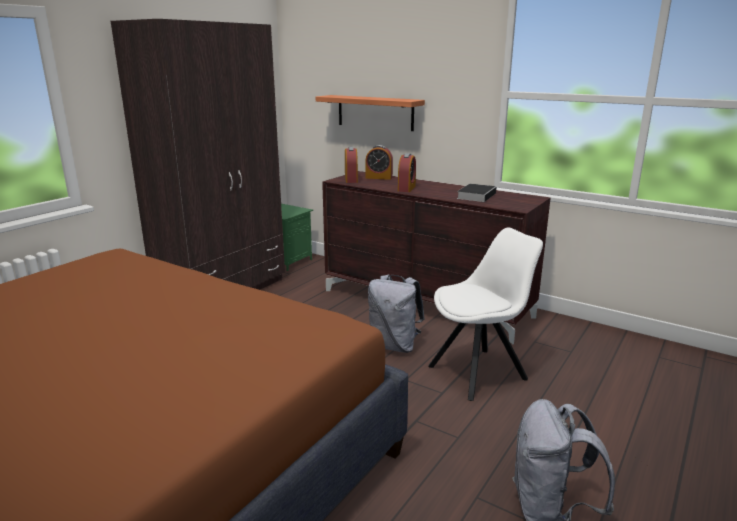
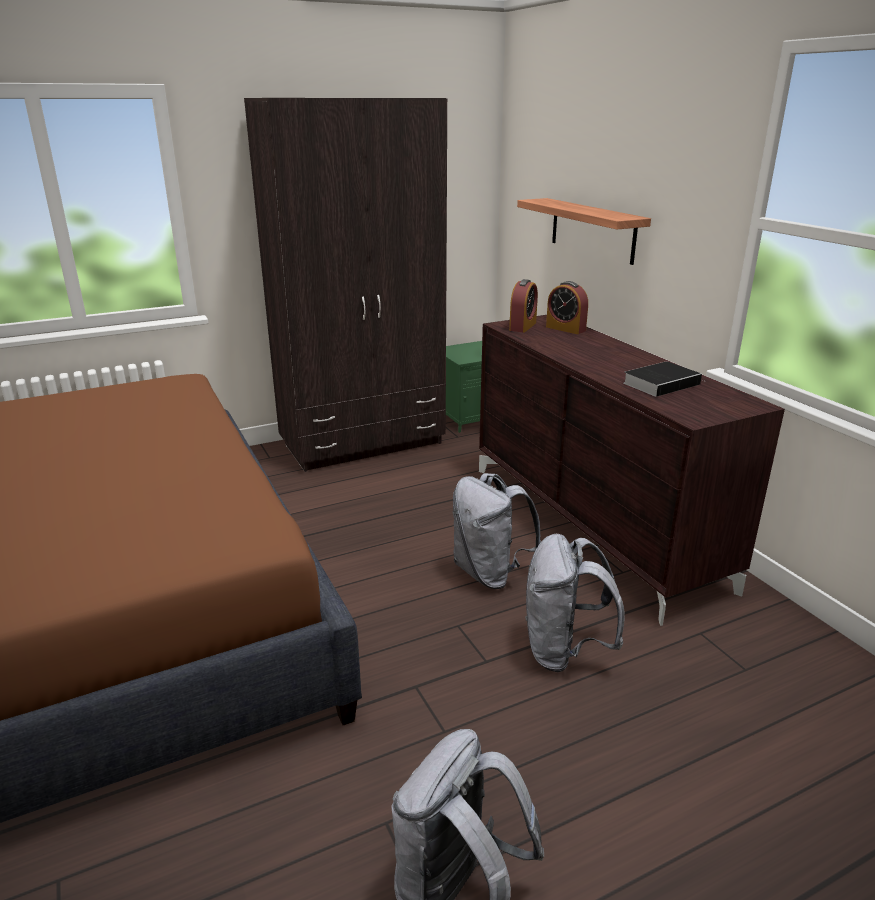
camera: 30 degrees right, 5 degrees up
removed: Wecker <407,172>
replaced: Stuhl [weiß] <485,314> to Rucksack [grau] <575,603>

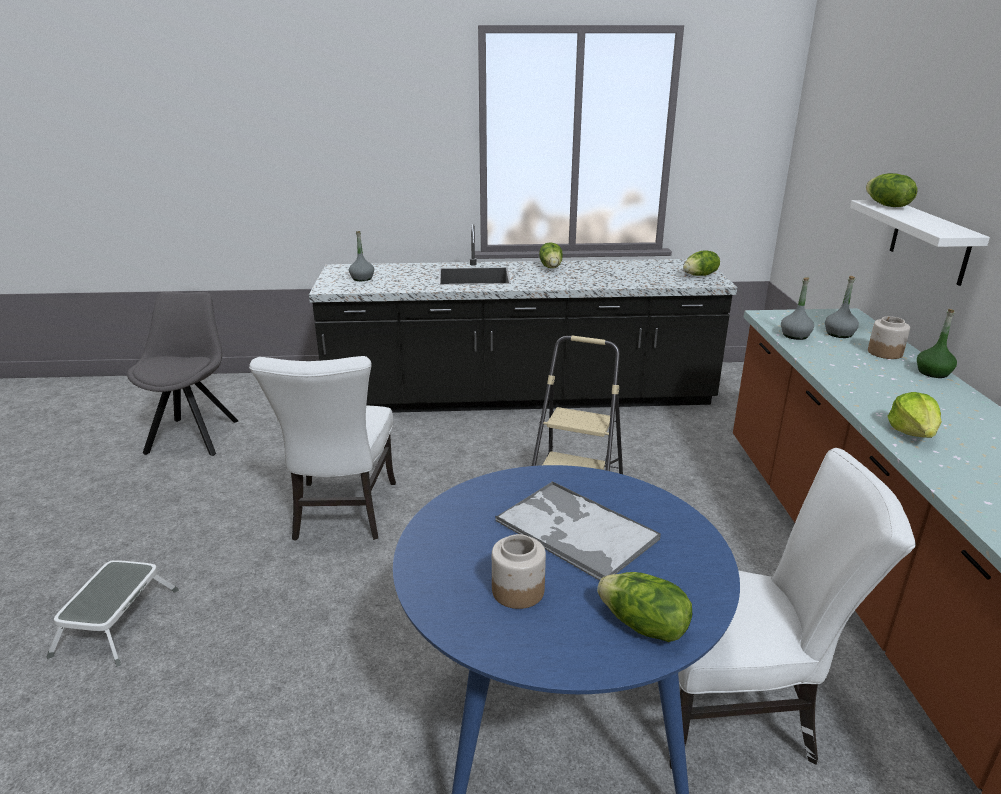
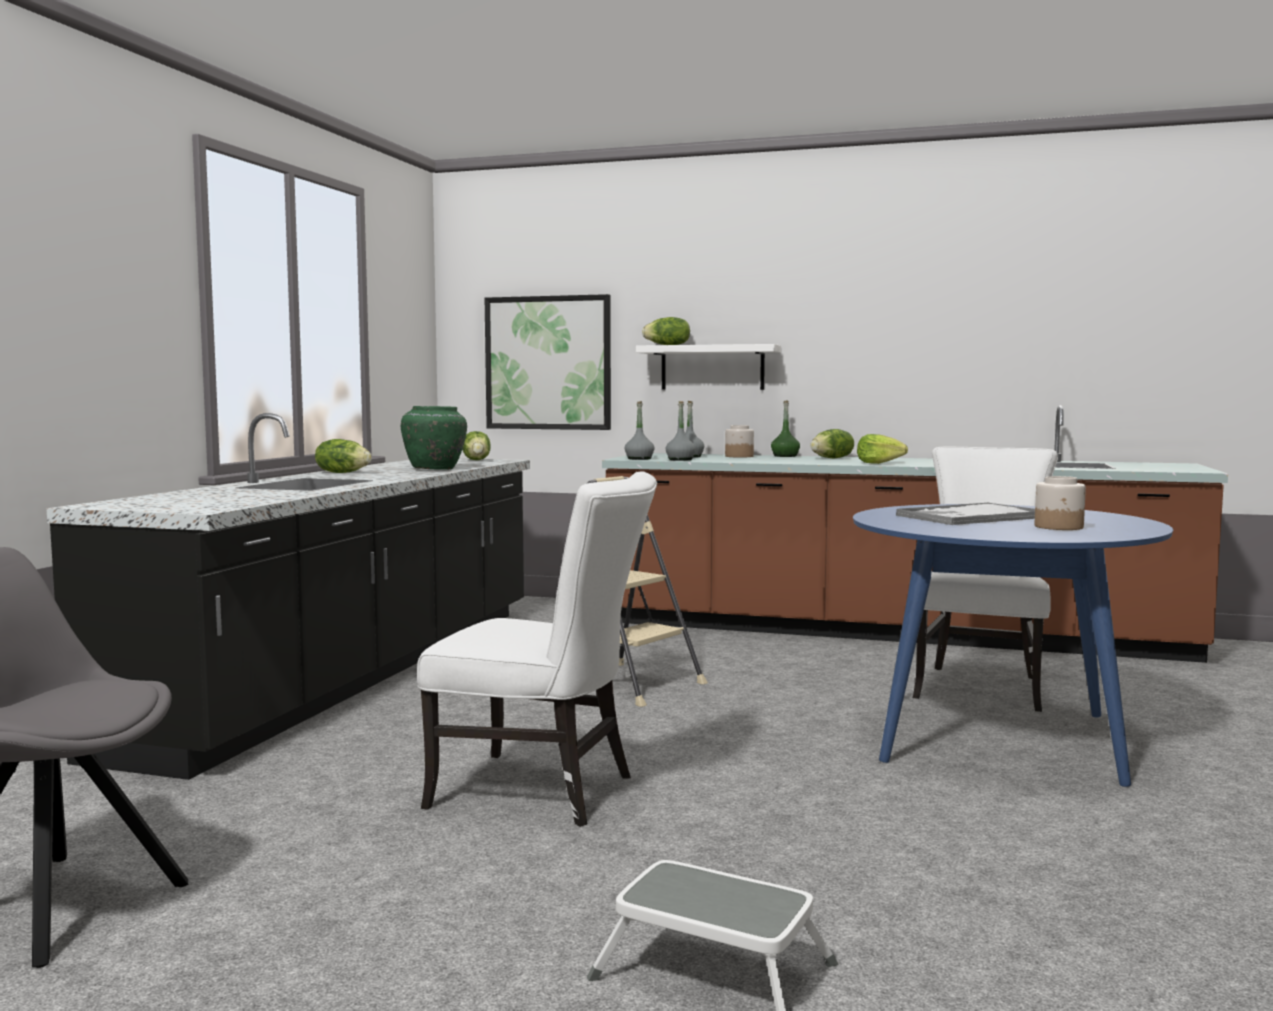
camera: 70 degrees left, 20 degrees down
added: Vase [grün] <434,438>; Bild <548,362>
moved: Flasche [grau] <361,256> to <640,430>; Salatkopf <644,607> to <832,443>

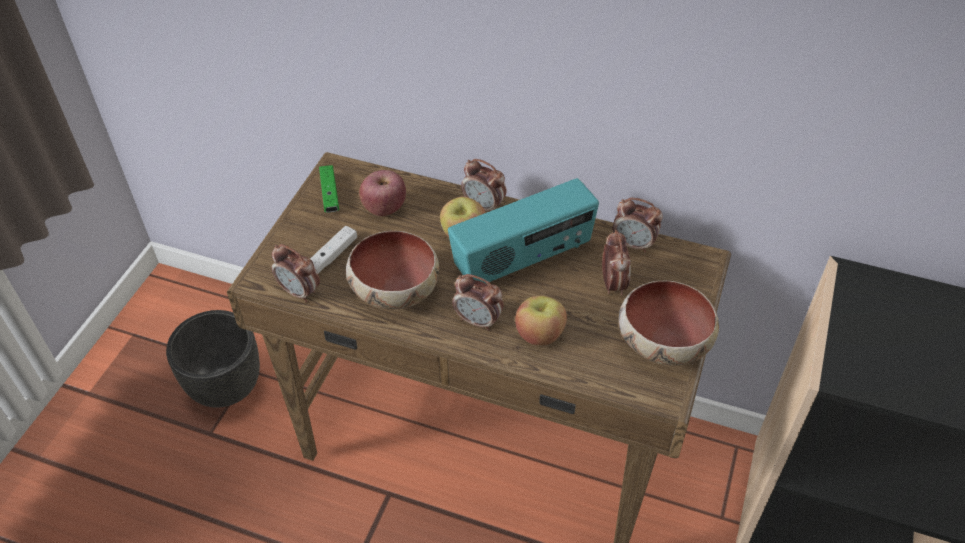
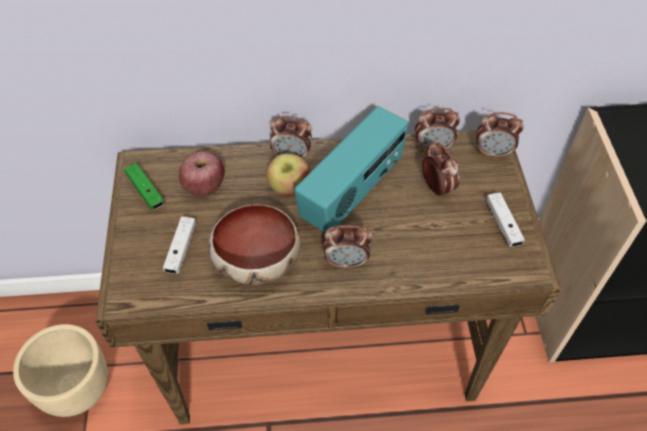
camera: 25 degrees left, 5 degrees up
removed: Apfel <541,321>
moved: Wecker <296,273> to <500,135>
replaced: Schüssel <669,323> to Gamepad [weiß] <505,219>
recoloured: Pflanzkübel [schwarz] <213,359> to Pflanzkübel [beige] <60,370>

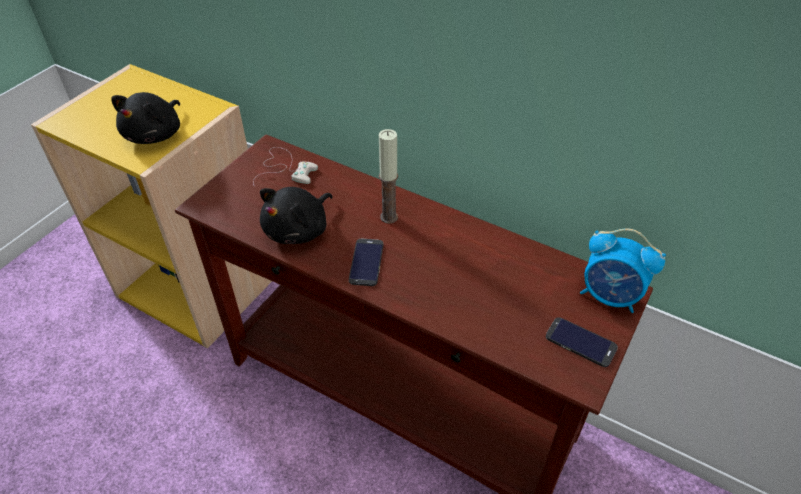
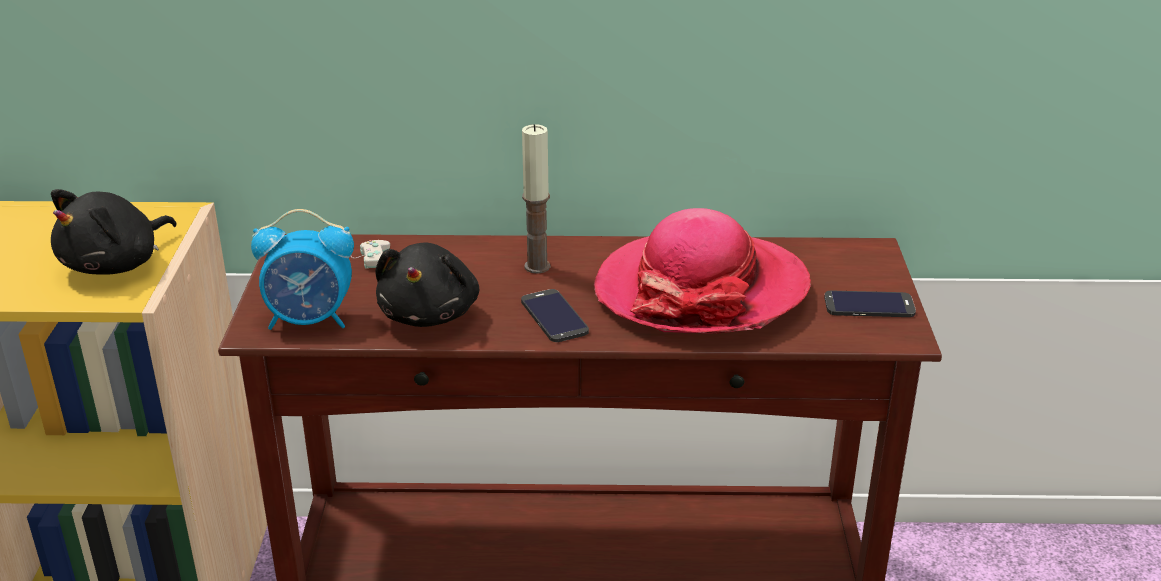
camera: 30 degrees left, 15 degrees down
added: Hut <702,271>
moved: Wecker <623,270> to <302,269>
turned: Plüschtier [schwarz] <145,118> = <113,232> 45 degrees clockwise

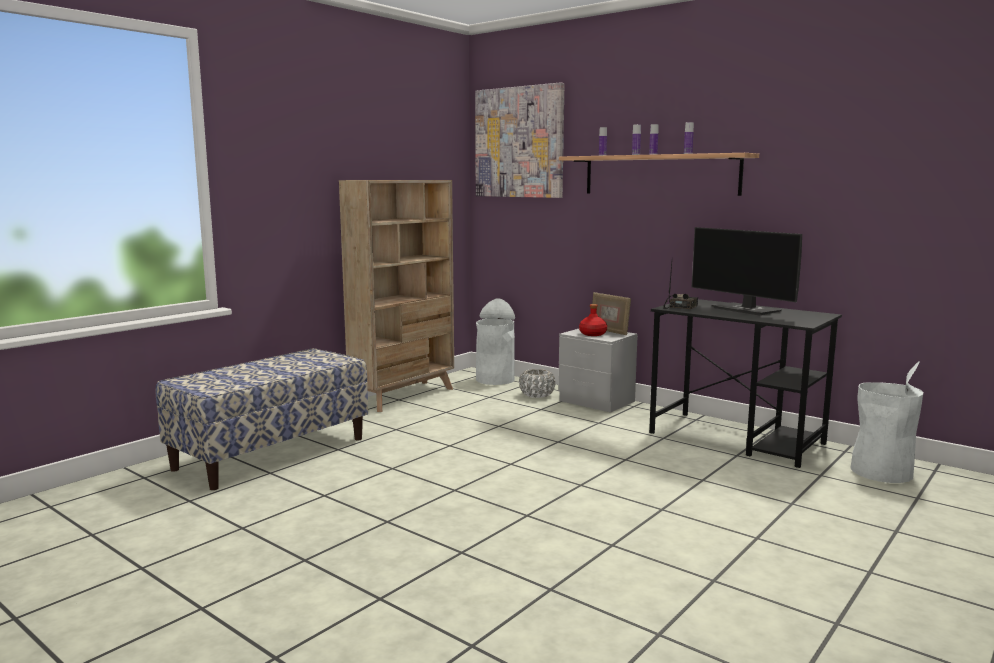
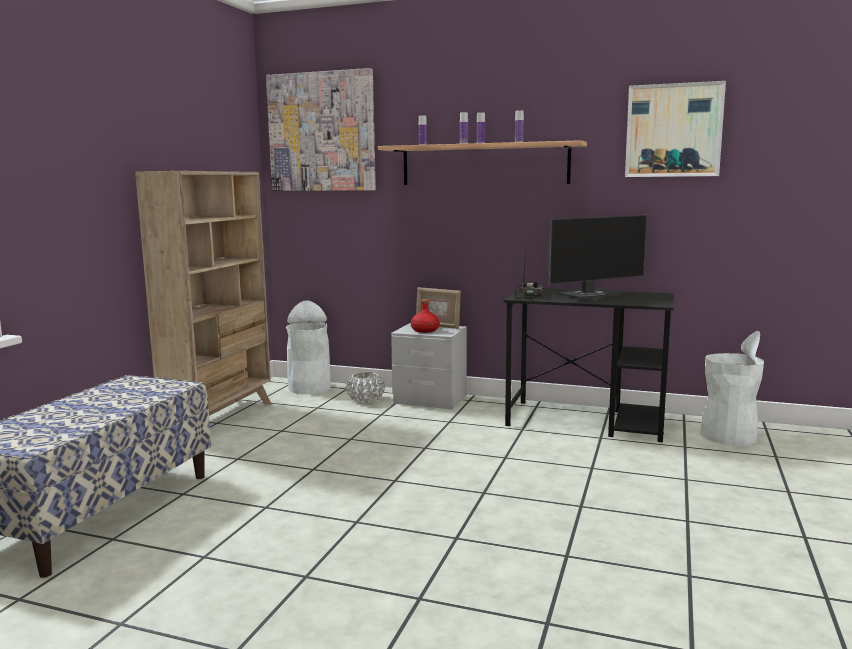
camera: 20 degrees left, 0 degrees up
added: Bild <675,129>
turned: Monitor <747,271> = <597,257> 60 degrees counterclockwise

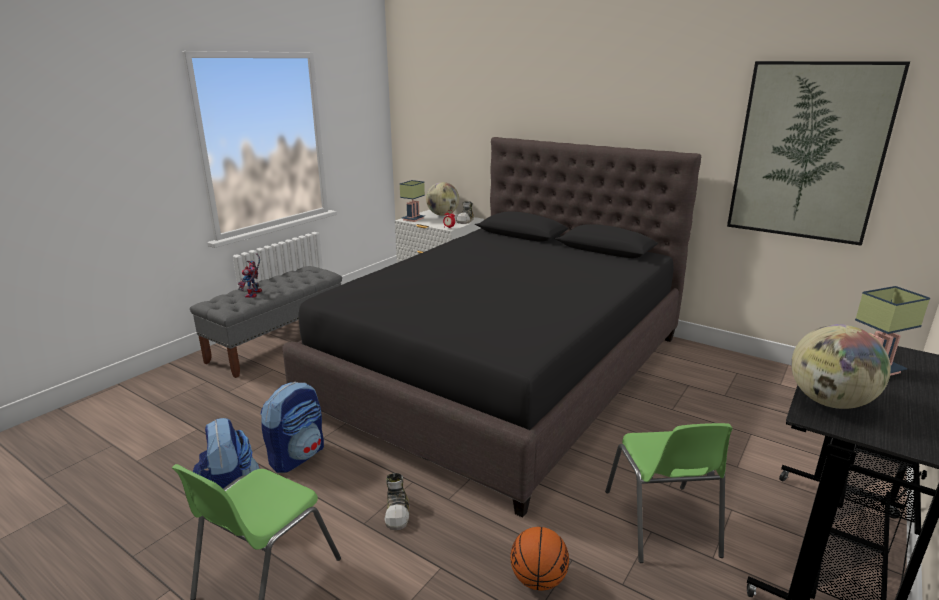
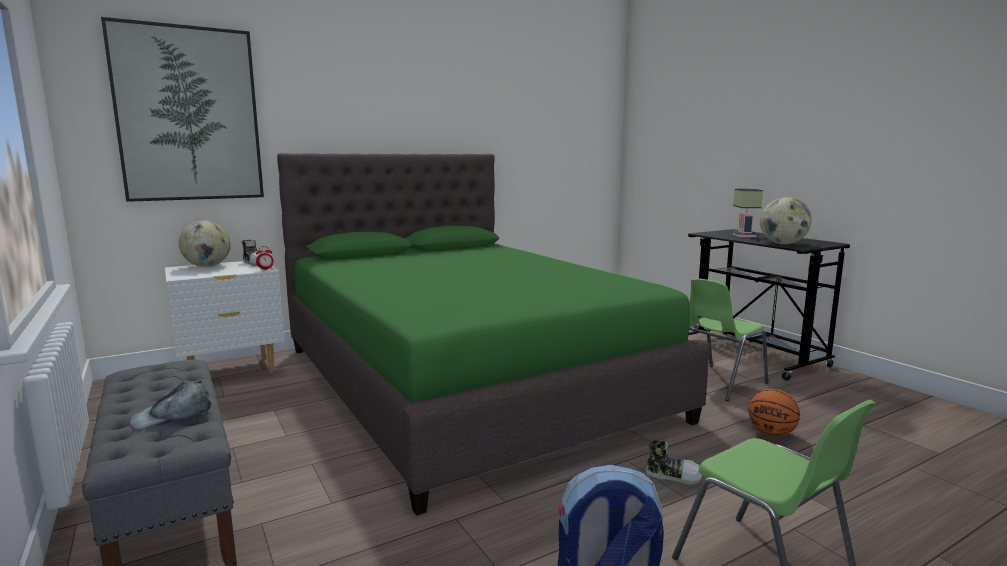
camera: 65 degrees left, 10 degrees down
removed: Rucksack <292,427>; Tischlampe <412,201>
moved: Bild <818,153> to <182,109>
replaced: Spielzeugroboter <250,275> to Kappe [grau] <170,405>
recoloured: Bett [schwarz] <491,327> to Bett [grün] <493,334>
turned: Stuhl [grün] <669,493> = <728,339> 120 degrees clockwise

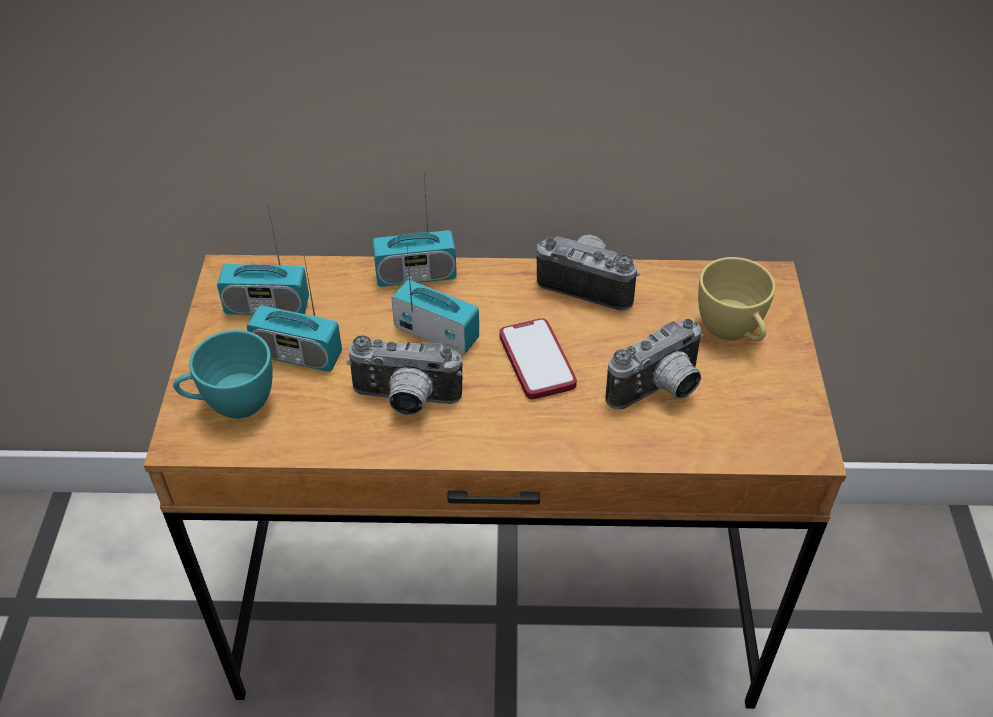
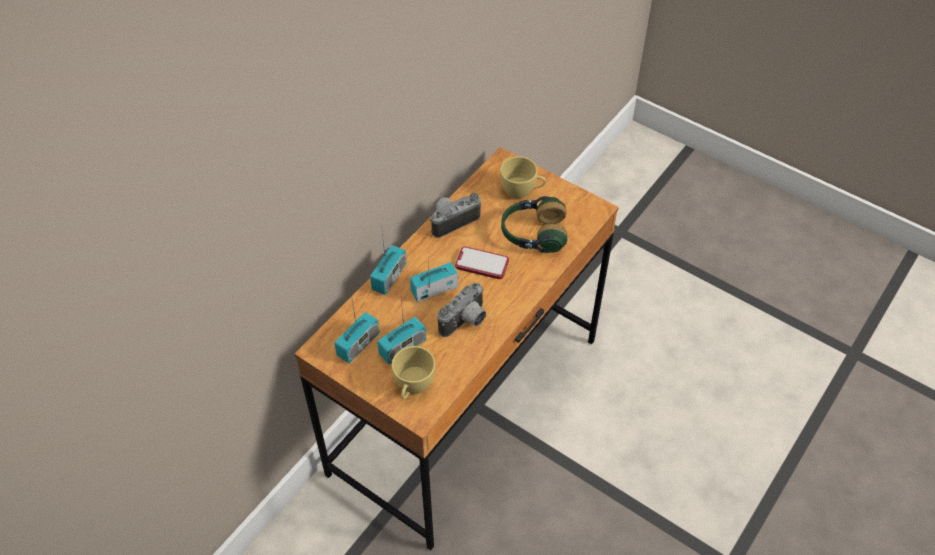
camera: 55 degrees left, 5 degrees up
replaced: Kamera <654,364> to Kopfhörer <534,224>
recoloured: Tasse [türkis] <223,374> to Tasse [gelb] <413,372>

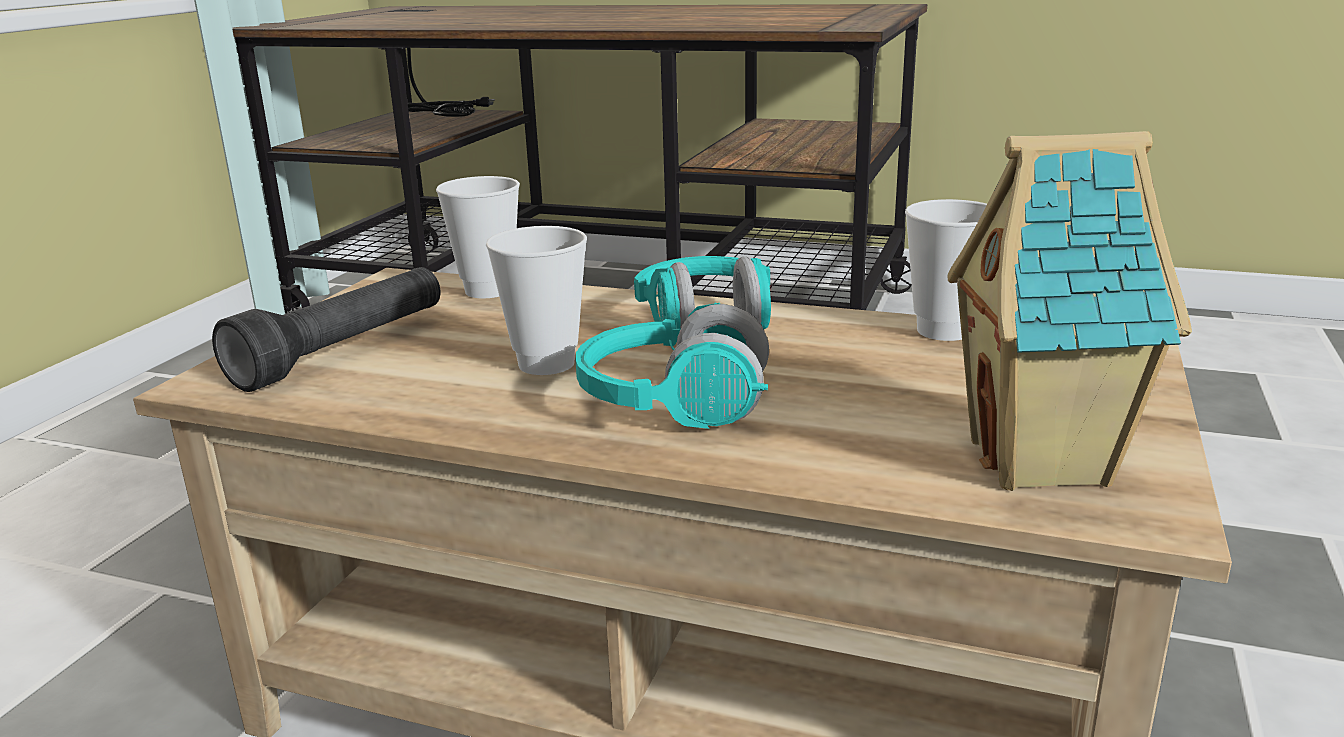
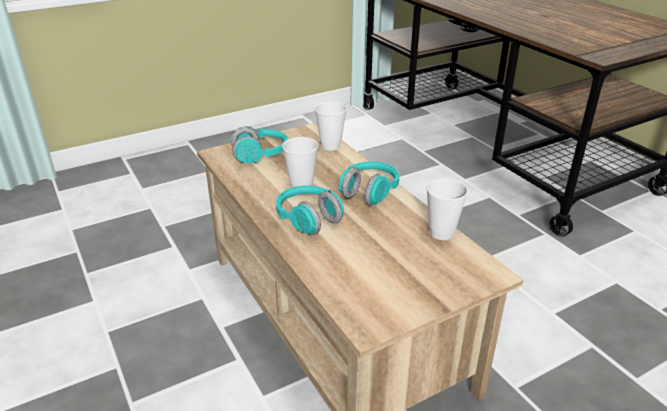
camera: 40 degrees right, 10 degrees up
removed: Spielzeughaus <1069,311>
replaced: Taschenlampe [schwarz] <326,329> to Kopfhörer [türkis] <258,145>

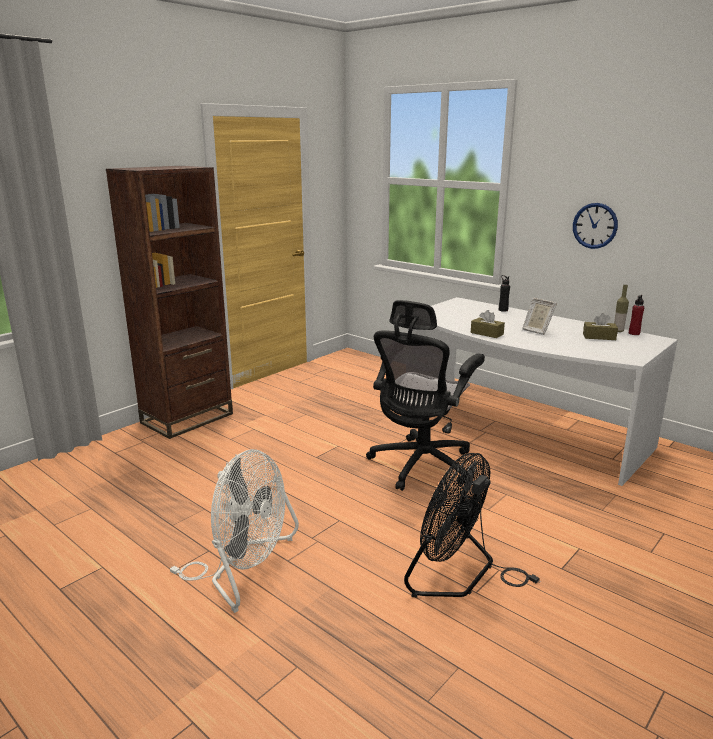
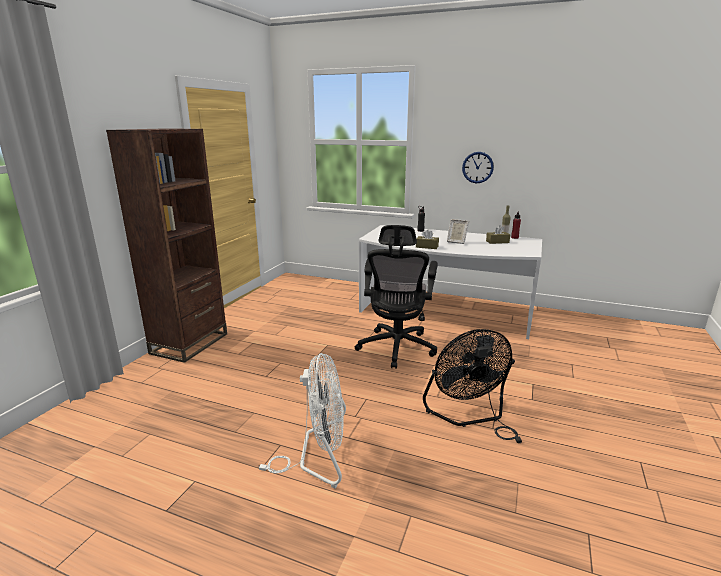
camera: 20 degrees left, 0 degrees up
turned: Ventilator [schwarz] <472,525> = <472,386> 60 degrees clockwise

